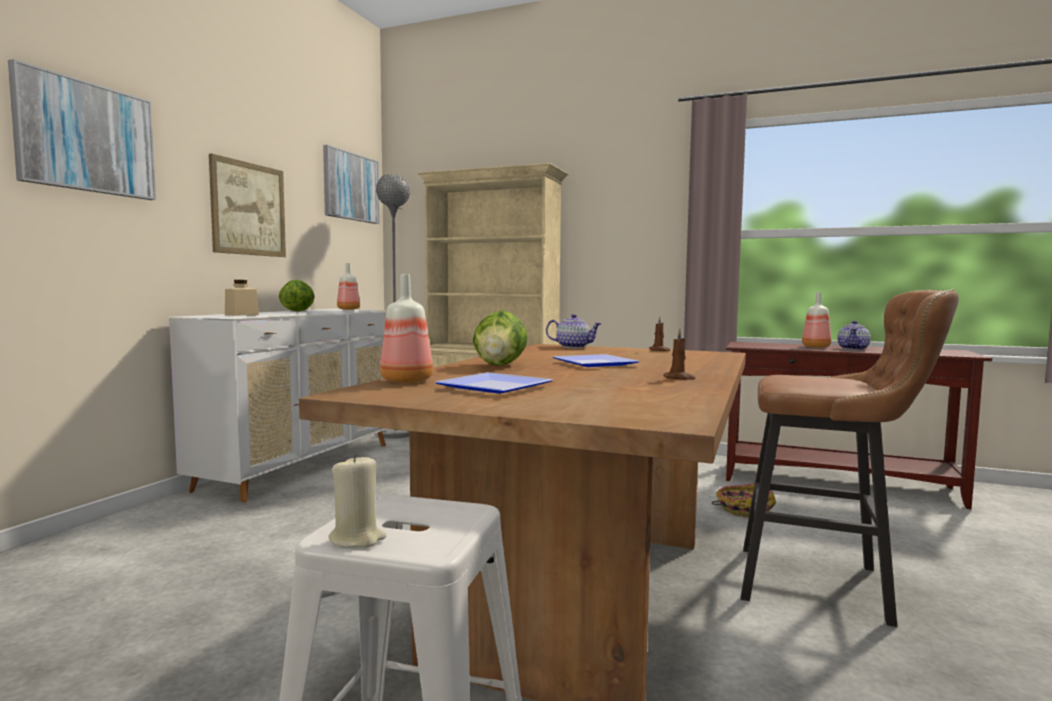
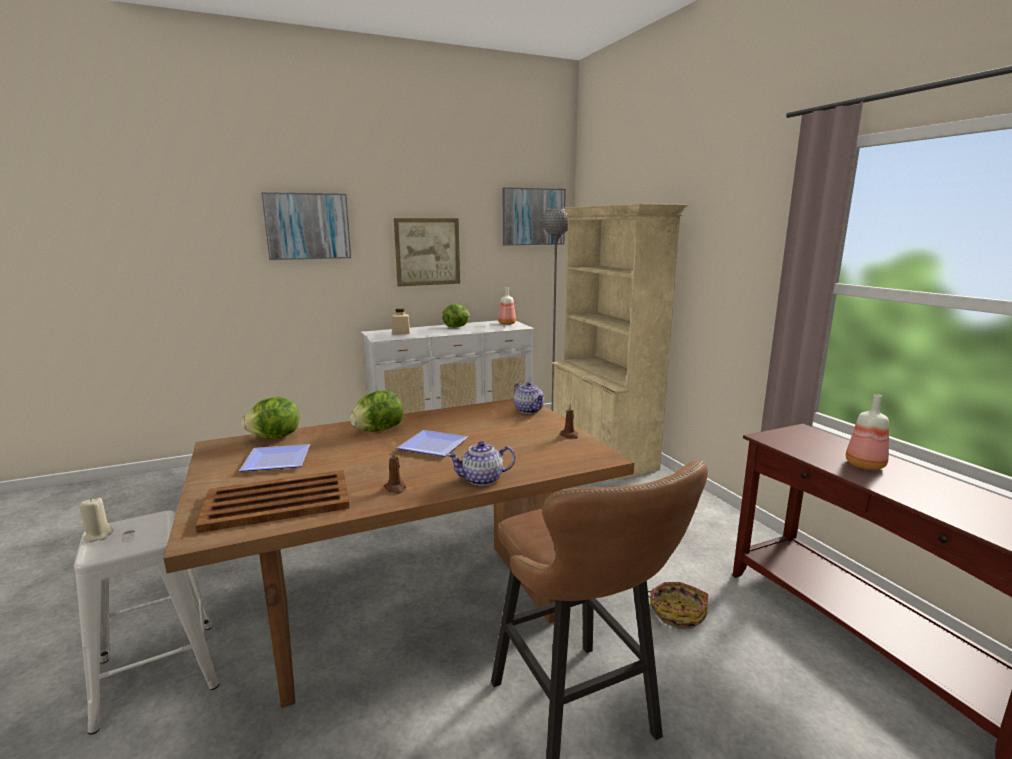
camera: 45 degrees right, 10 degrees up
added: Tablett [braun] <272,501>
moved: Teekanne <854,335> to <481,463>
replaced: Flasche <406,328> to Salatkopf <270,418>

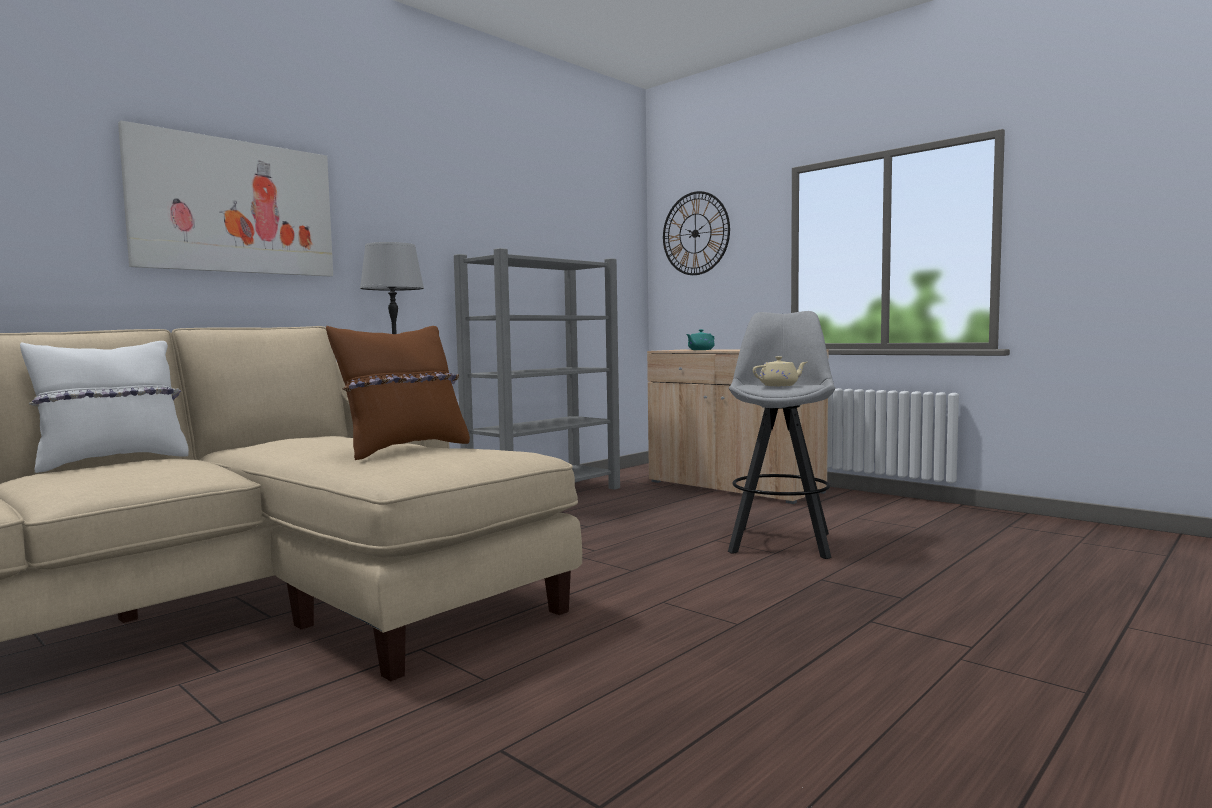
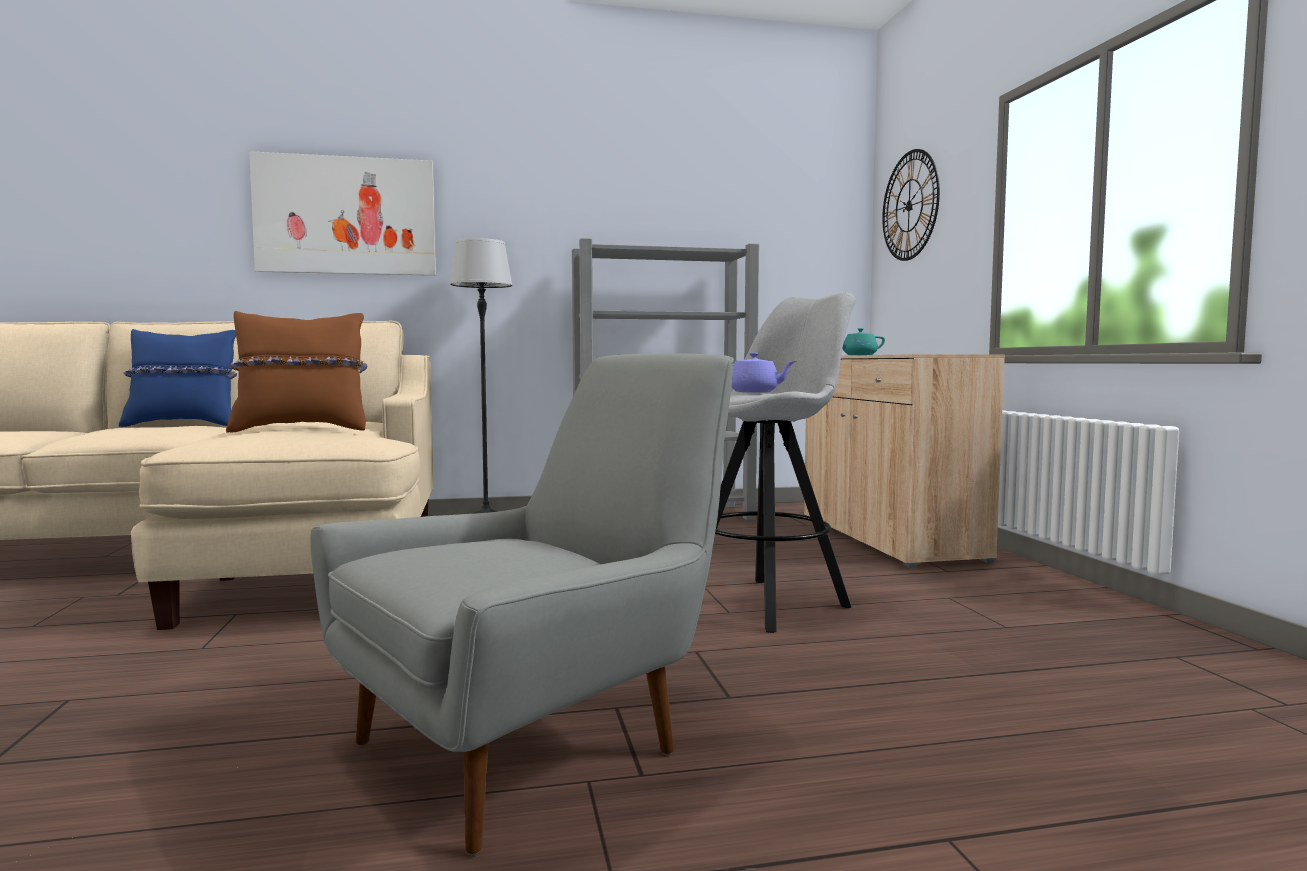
camera: 35 degrees right, 0 degrees up
added: Sessel [grau] <522,604>
recoloured: Kissen [weiß] <104,407> to Kissen [blau] <178,378>; Teekanne [beige] <780,371> to Teekanne [lila] <764,372>

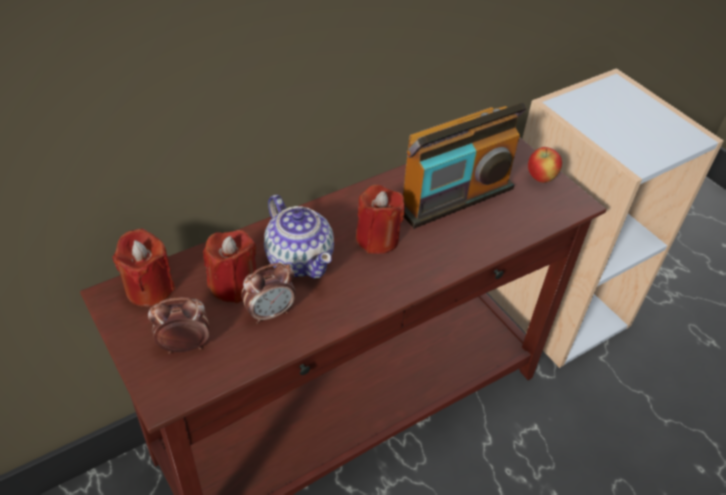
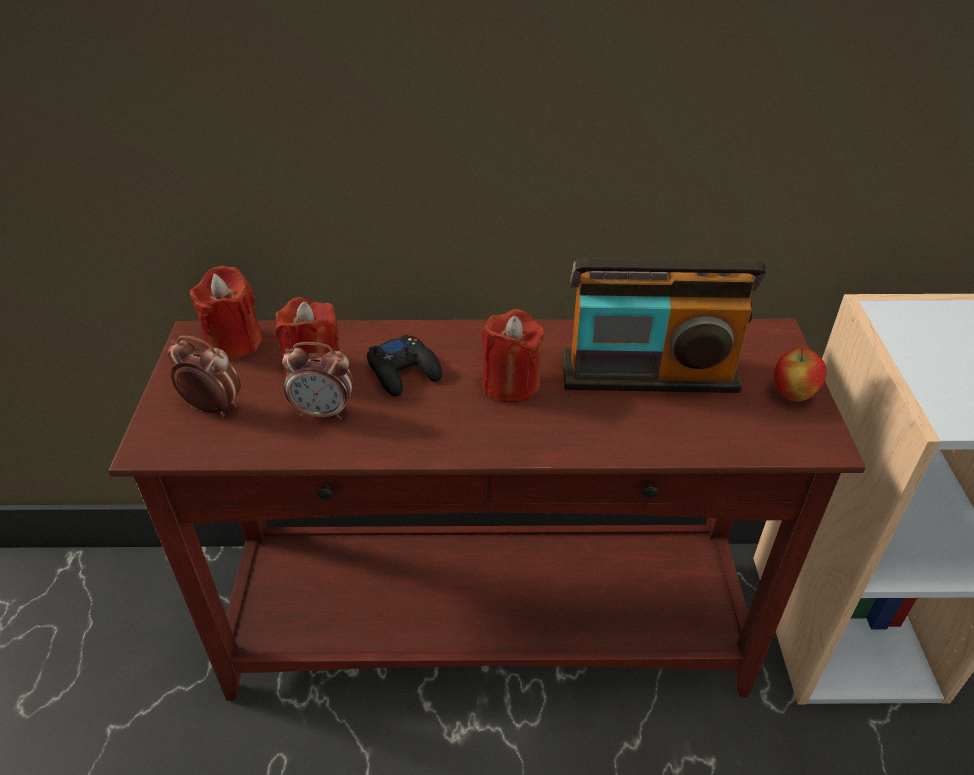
camera: 35 degrees right, 5 degrees down
replaced: Teekanne <299,237> to Gamepad [schwarz] <404,366>

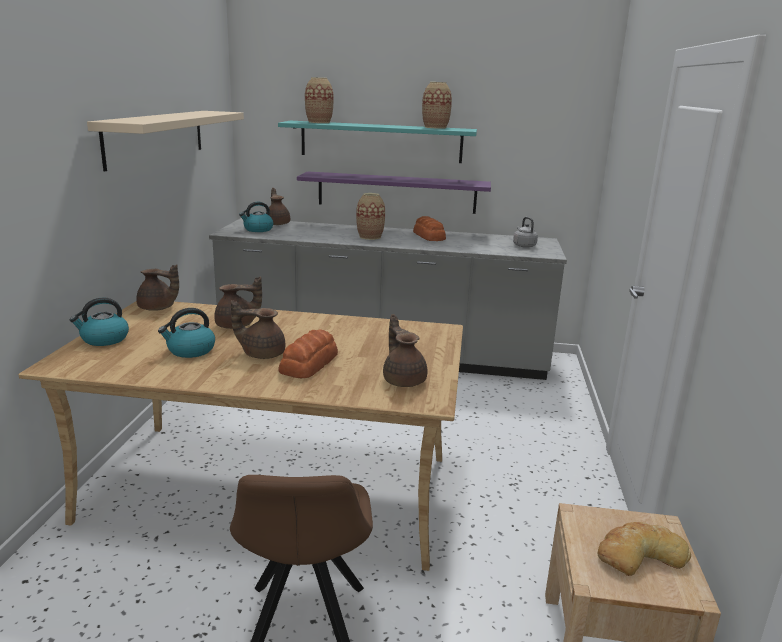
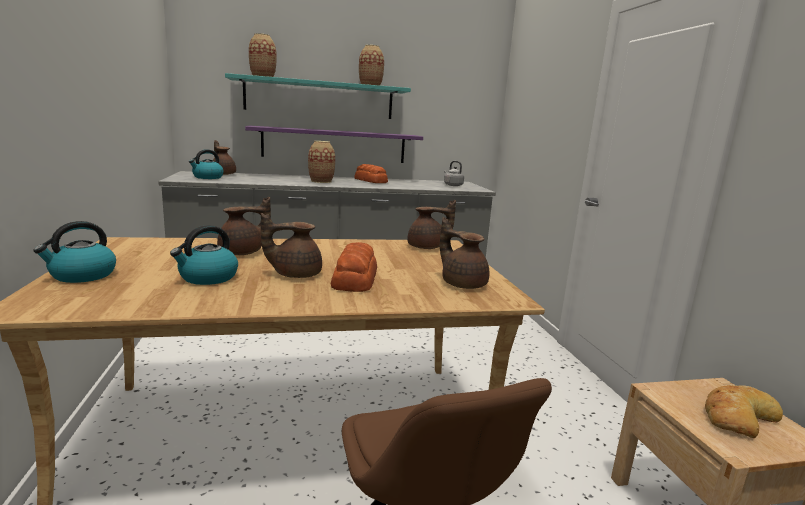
camera: 20 degrees left, 5 degrees down
removed: Wandregal [beige] <165,141>
moved: Teekanne [braun] <157,287> to <431,224>

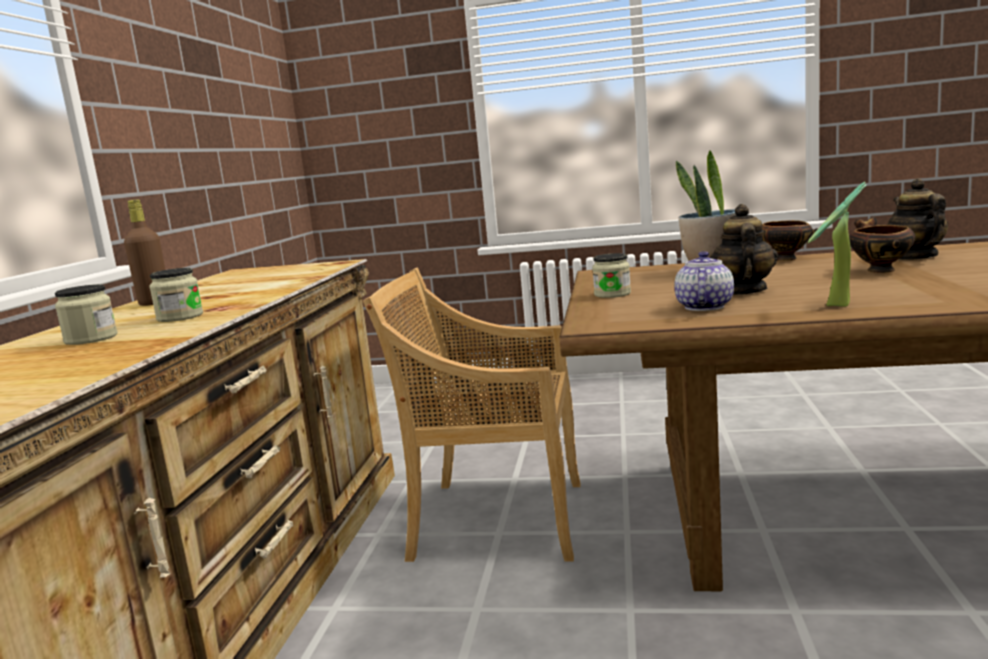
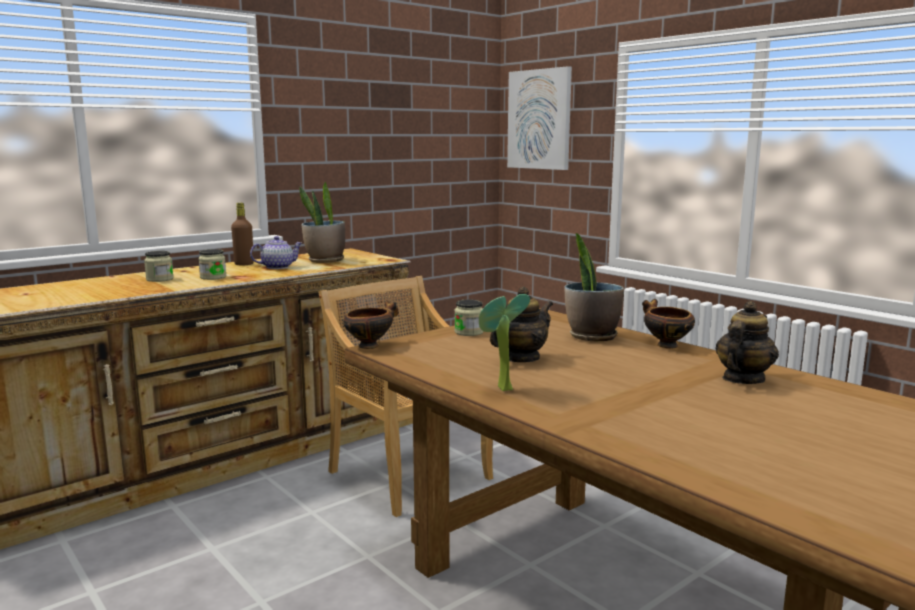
camera: 40 degrees right, 0 degrees up
added: Topfpflanze <322,222>; Bild <539,118>
moved: Teekanne <704,281> to <276,252>; Schüssel <882,245> to <371,324>

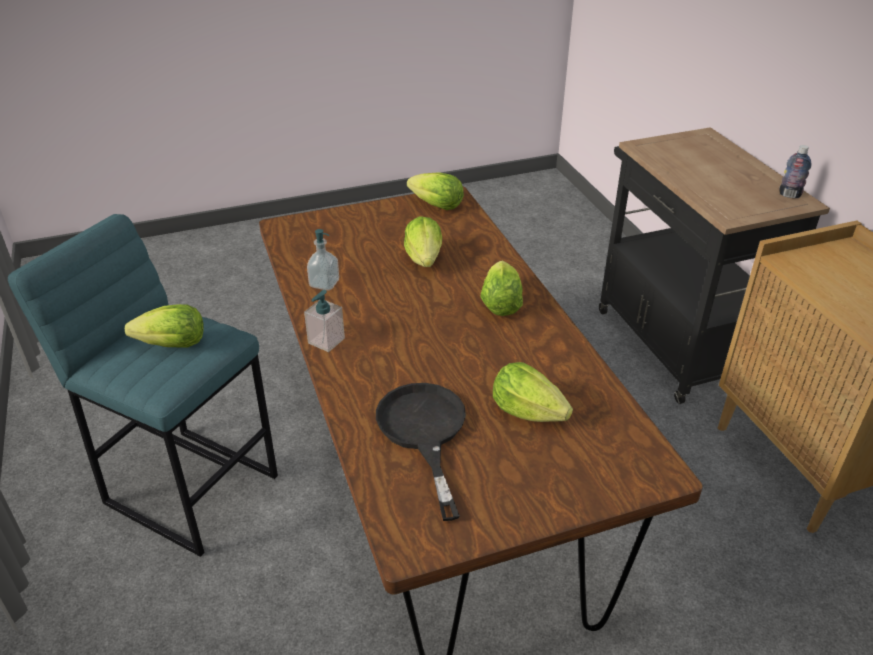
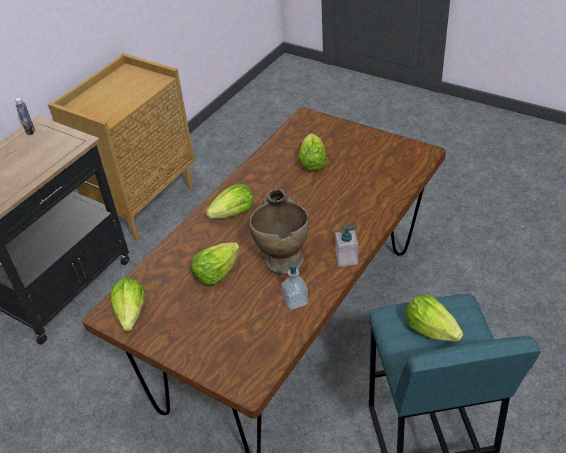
camera: 125 degrees left, 5 degrees up
removed: Pfanne [schwarz] <421,452>
added: Vase [beige] <279,231>

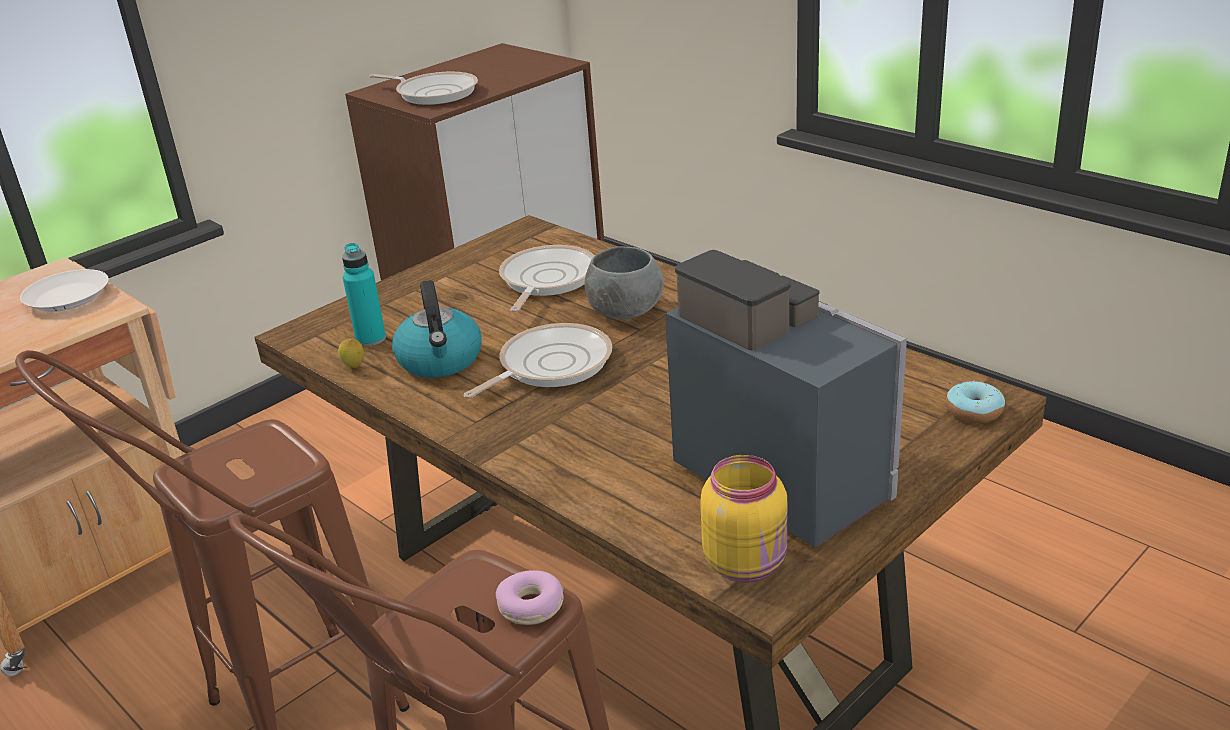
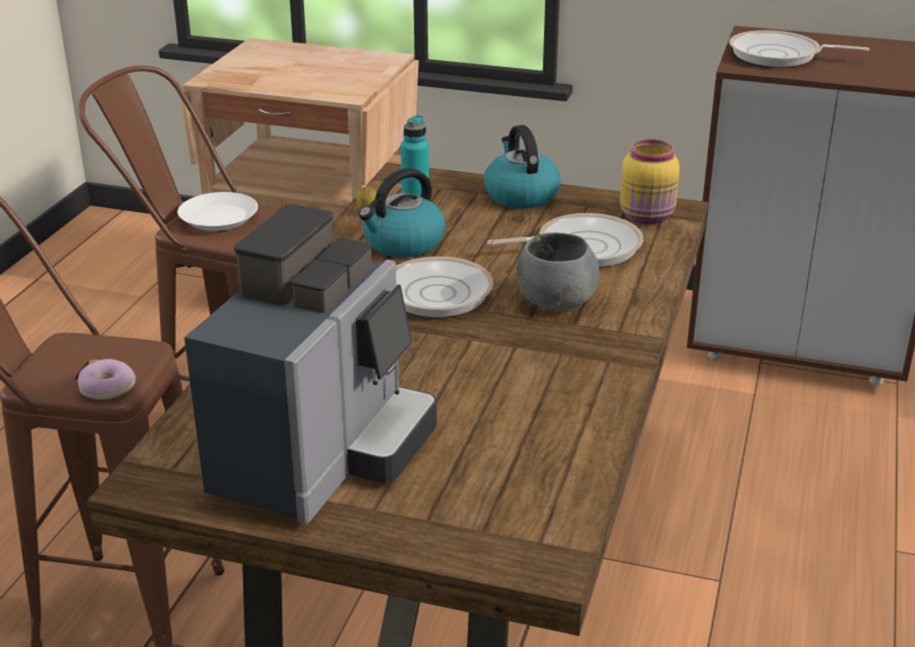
camera: 60 degrees right, 0 degrees up
removed: Donut <975,401>
added: Wasserkessel <522,167>
moved: Teller [weiß] <64,290> to <218,211>; Vorratsglas [gelb] <743,518> to <649,181>
turned: Pfanne <423,88> = <799,48> 105 degrees clockwise

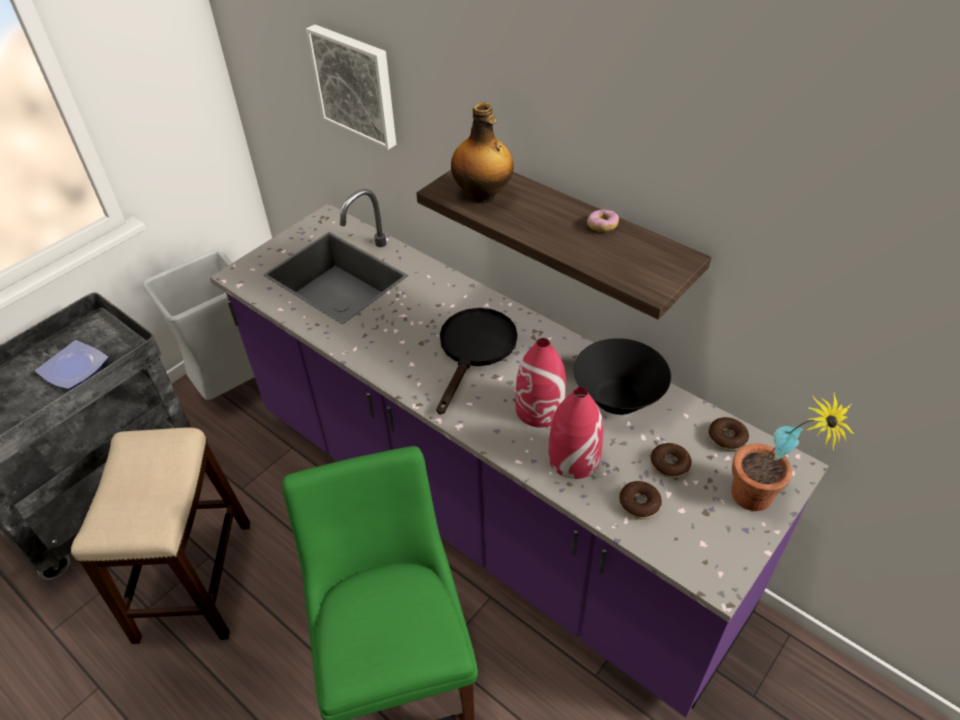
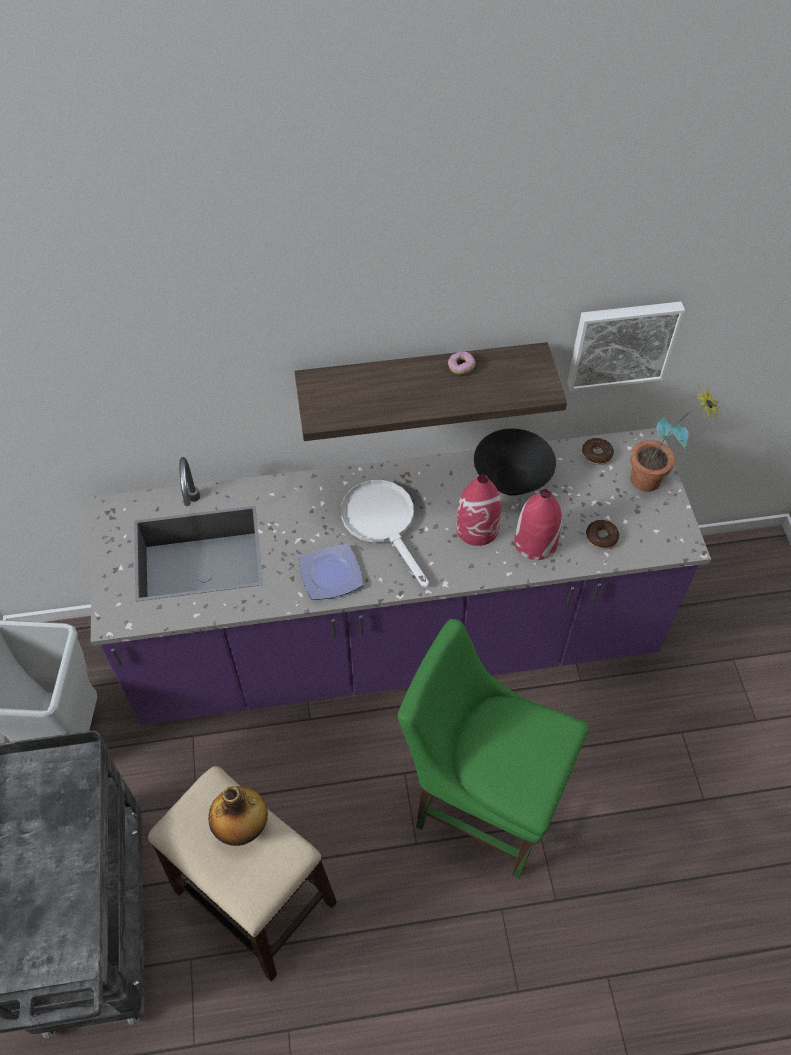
camera: 50 degrees left, 10 degrees up
removed: Donut <671,460>
moved: Flasche <482,153> to <238,816>; Teller <72,364> to <330,572>; Bild <351,87> to <626,346>
recoloured: Pfanne [schwarz] <476,361> to Pfanne [weiß] <385,534>

